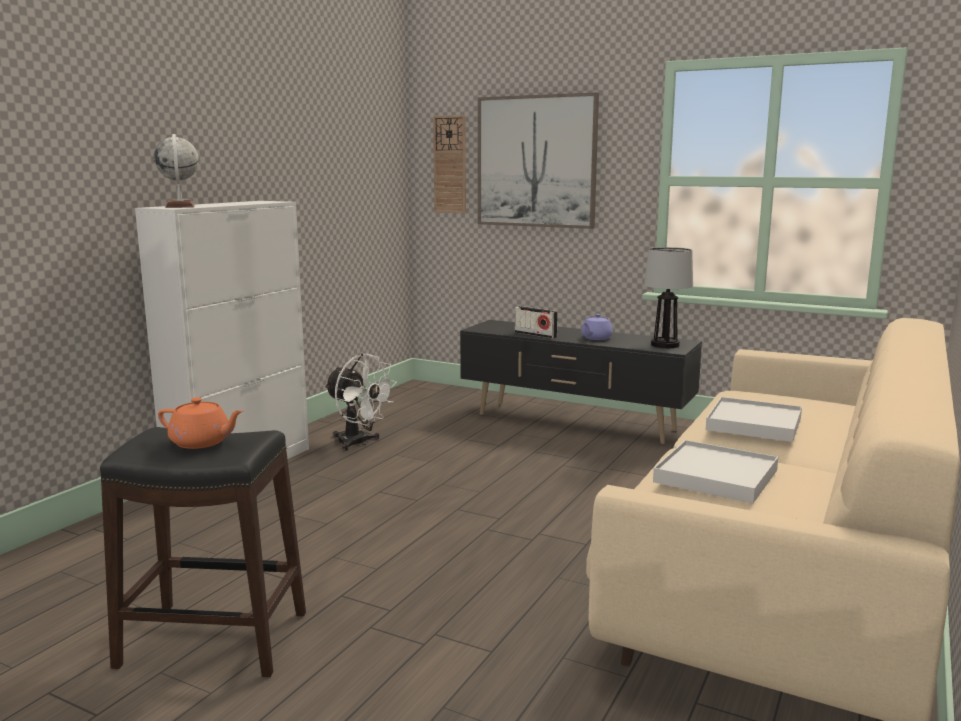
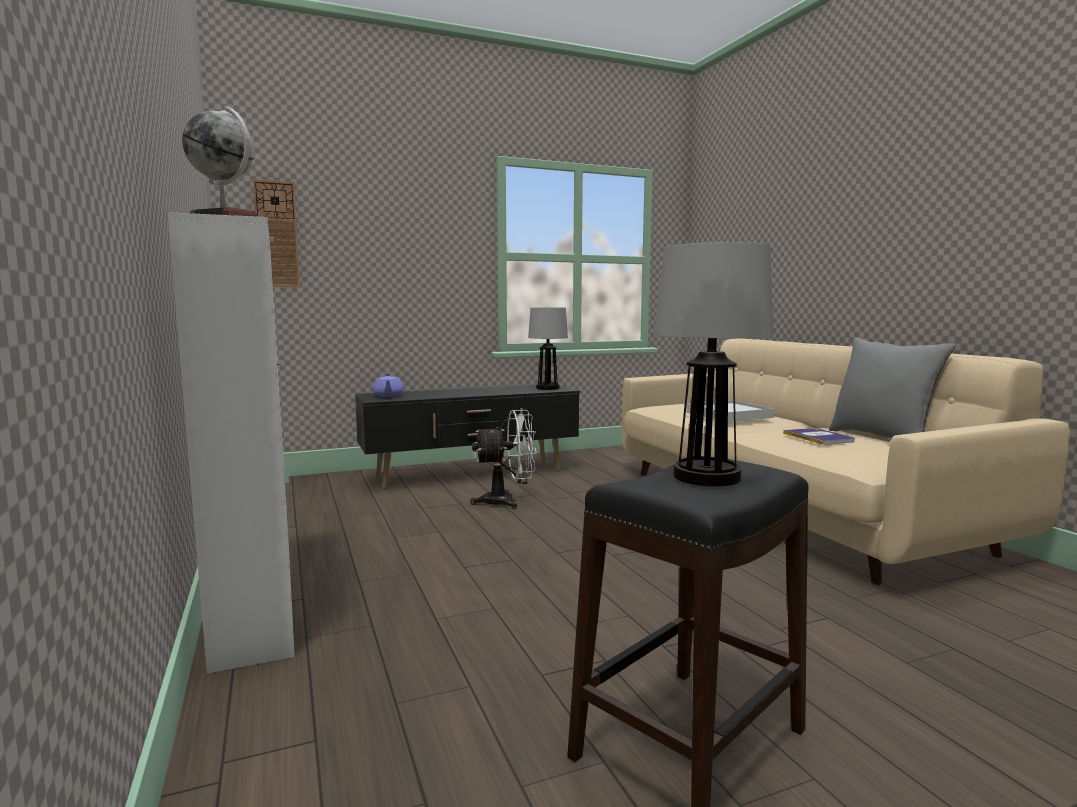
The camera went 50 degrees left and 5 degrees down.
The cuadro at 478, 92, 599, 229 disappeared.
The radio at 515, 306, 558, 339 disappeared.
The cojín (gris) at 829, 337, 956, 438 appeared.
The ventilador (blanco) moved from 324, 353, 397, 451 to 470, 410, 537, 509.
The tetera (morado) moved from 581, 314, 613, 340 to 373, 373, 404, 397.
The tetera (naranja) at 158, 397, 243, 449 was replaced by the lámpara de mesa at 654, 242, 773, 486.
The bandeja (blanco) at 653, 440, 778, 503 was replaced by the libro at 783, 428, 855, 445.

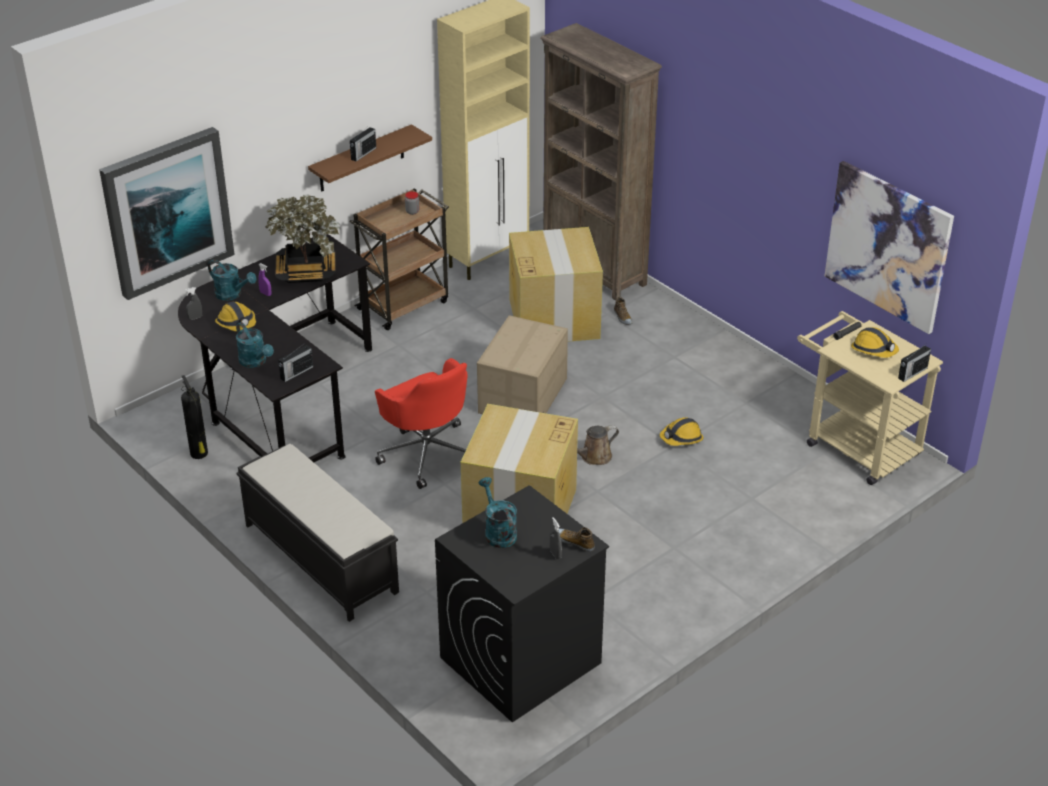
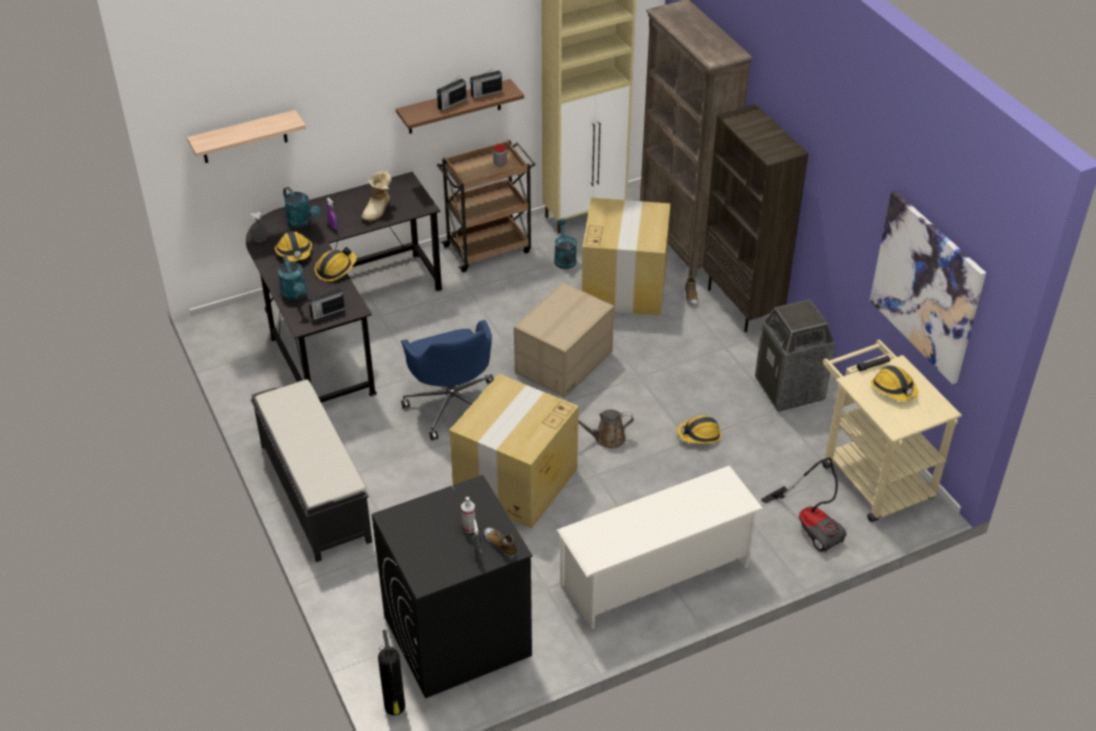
The camera went 15 degrees right and 5 degrees up.
The casco at 314, 247, 357, 281 appeared.
The pulverizador at 461, 497, 475, 533 appeared.
The zapatero (blanco) at 557, 465, 763, 629 appeared.
The estantería (marrón) at 703, 104, 808, 332 appeared.
The papelera at 755, 299, 835, 412 appeared.
The aspiradora at 761, 457, 846, 553 appeared.
The extintor moved from 181, 375, 208, 459 to 378, 630, 405, 715.
The regadera (turquesa) moved from 479, 477, 517, 548 to 554, 219, 577, 269.
The radio moved from 898, 346, 931, 382 to 470, 69, 502, 99.
The cuadro at 99, 127, 235, 300 was replaced by the estante at 187, 110, 306, 163.
The planta en maceta at 266, 194, 340, 283 was replaced by the bota at 362, 171, 392, 222.
The silla de oficina (rojo) at 375, 358, 468, 489 became the silla de oficina (azul) at 401, 320, 494, 440.

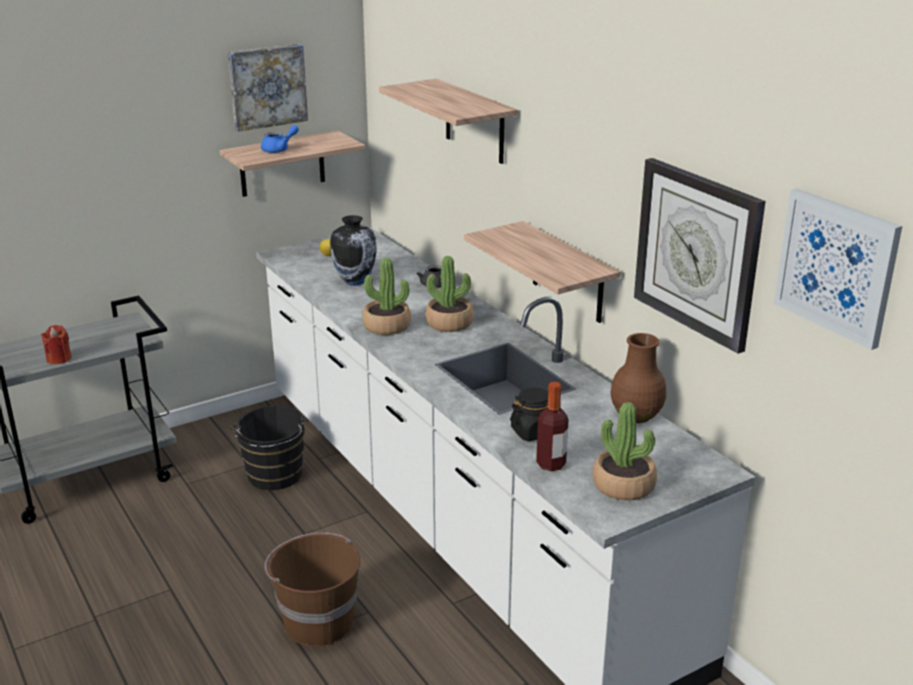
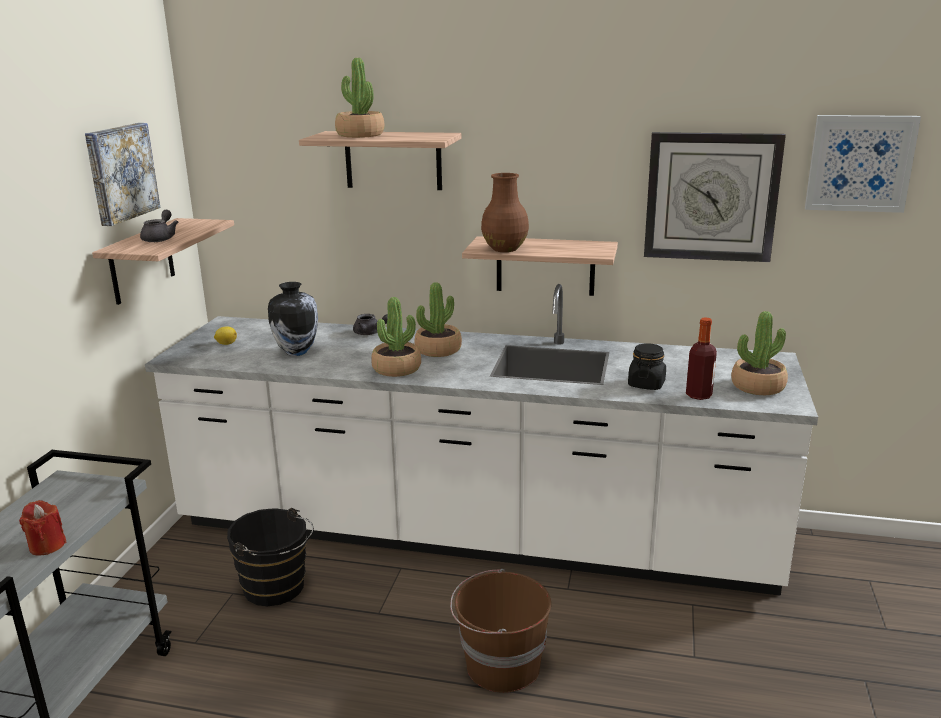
The camera went 45 degrees left and 5 degrees down.
The planta en maceta at 335, 58, 385, 138 appeared.
The florero (marrón) moved from 611, 333, 666, 423 to 481, 173, 529, 252.
The tetera (azul) at 261, 125, 299, 153 became the tetera (gris) at 140, 210, 178, 242.

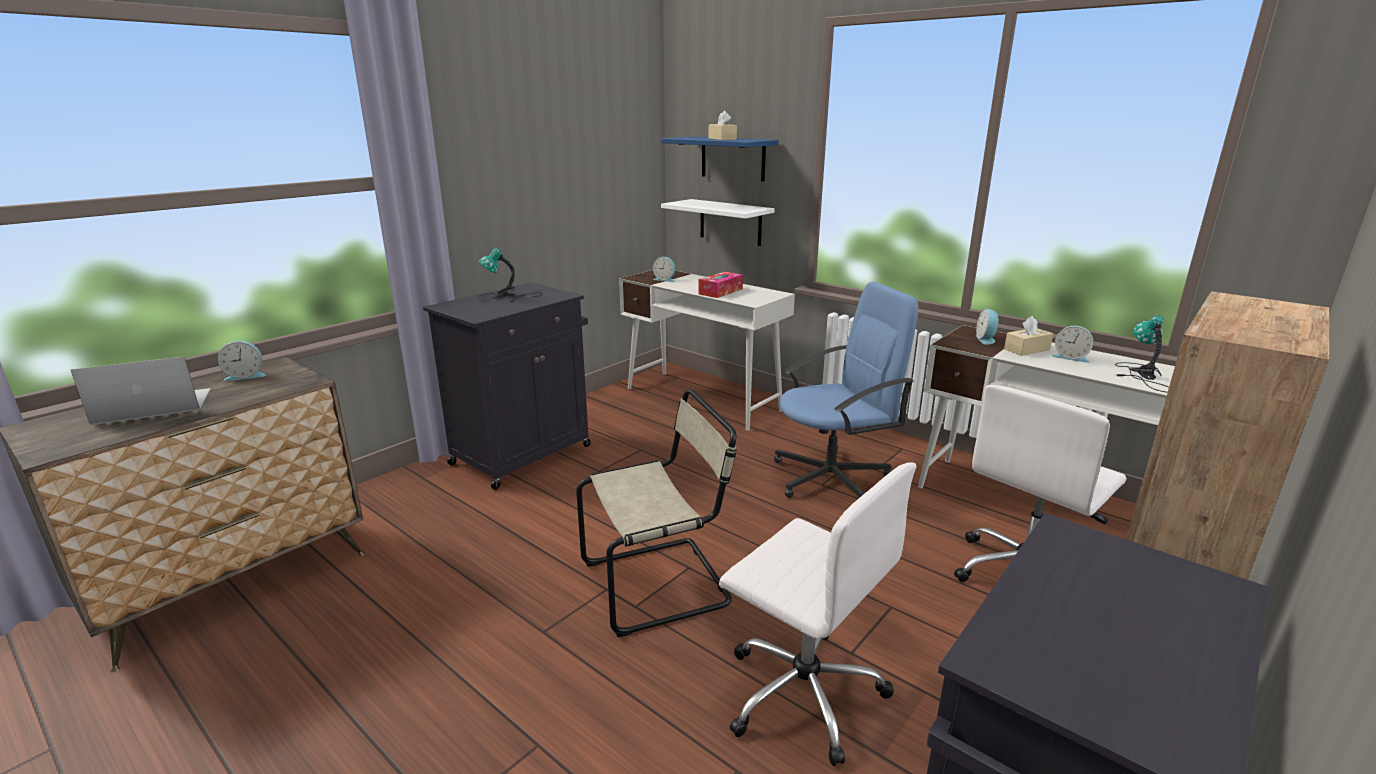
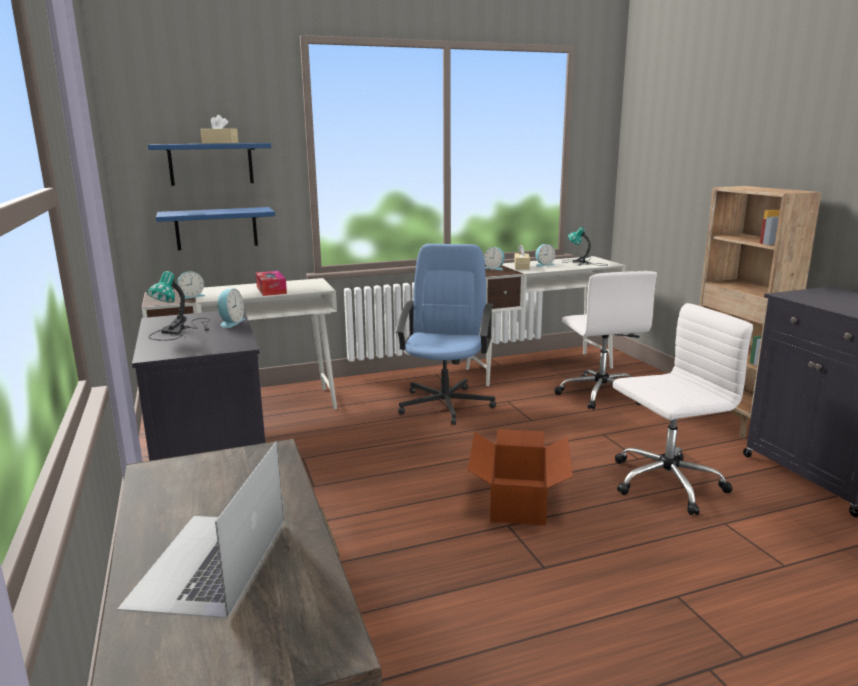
The camera went 60 degrees left and 5 degrees down.
The despertador moved from 218, 341, 266, 381 to 217, 288, 245, 328.
The silla (beis) at 576, 389, 737, 637 was replaced by the caja de cartón at 468, 429, 573, 525.
The estante (blanco) at 661, 199, 774, 246 became the estante (azul) at 156, 207, 275, 250.

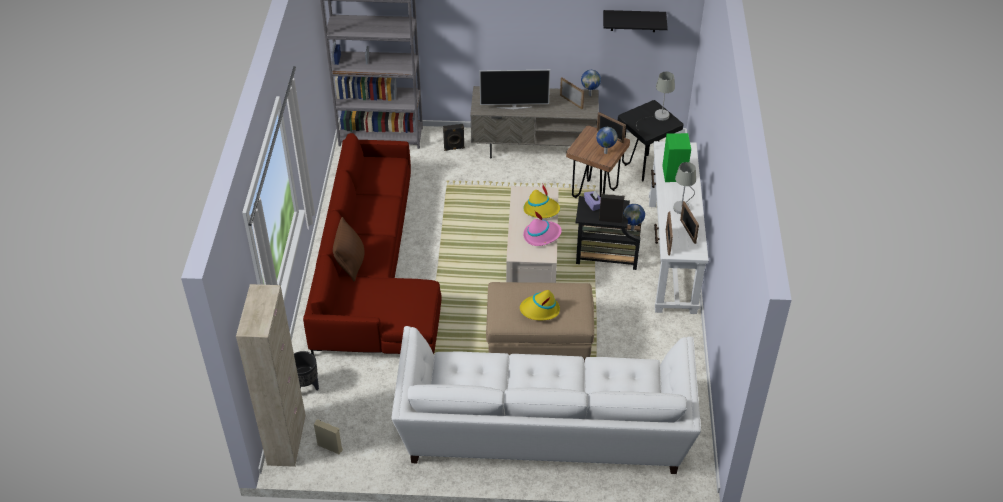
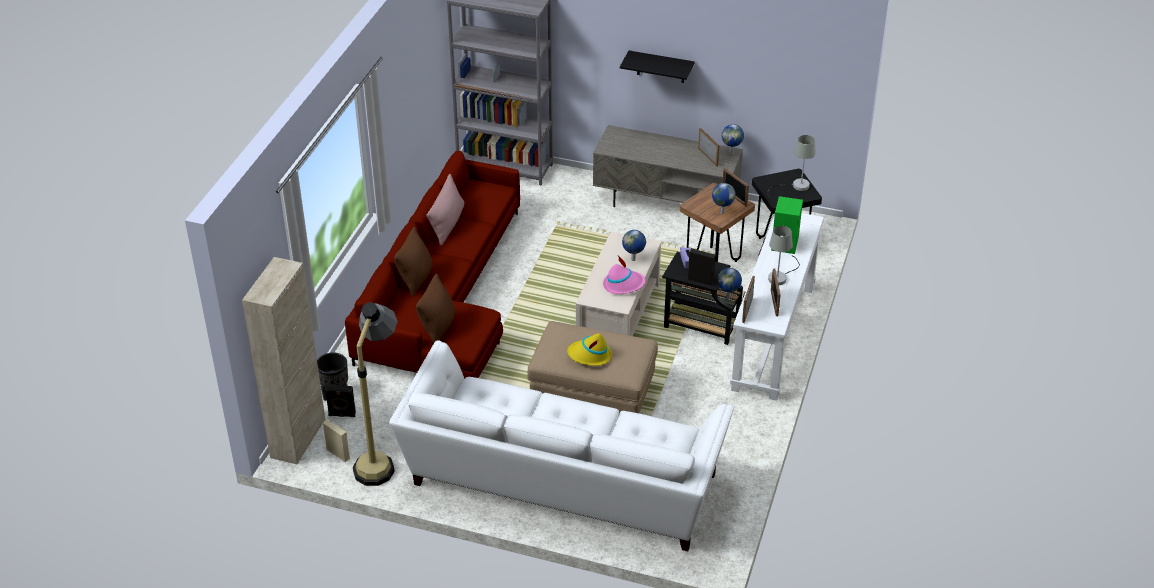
The camera went 15 degrees right and 5 degrees down.
The televisor at 480, 70, 550, 109 disappeared.
The lámpara de pie at 353, 302, 398, 486 appeared.
The cojín (marrón) at 416, 274, 456, 344 appeared.
The cojín (rosa) at 427, 174, 464, 246 appeared.
The altavoz (negro) moved from 443, 124, 465, 151 to 325, 385, 356, 417.
The estante (negro) moved from 603, 10, 668, 32 to 620, 51, 695, 83.
The sombrero (amarillo) at 523, 183, 560, 218 was replaced by the globo terráqueo at 622, 230, 646, 261.

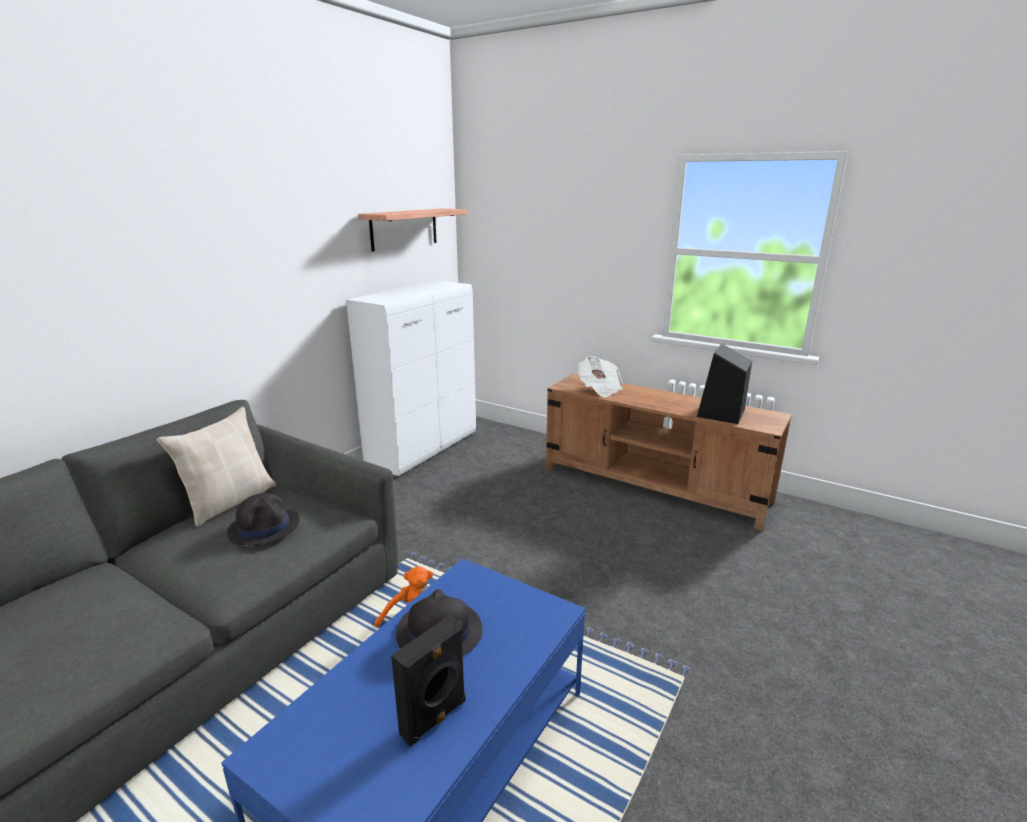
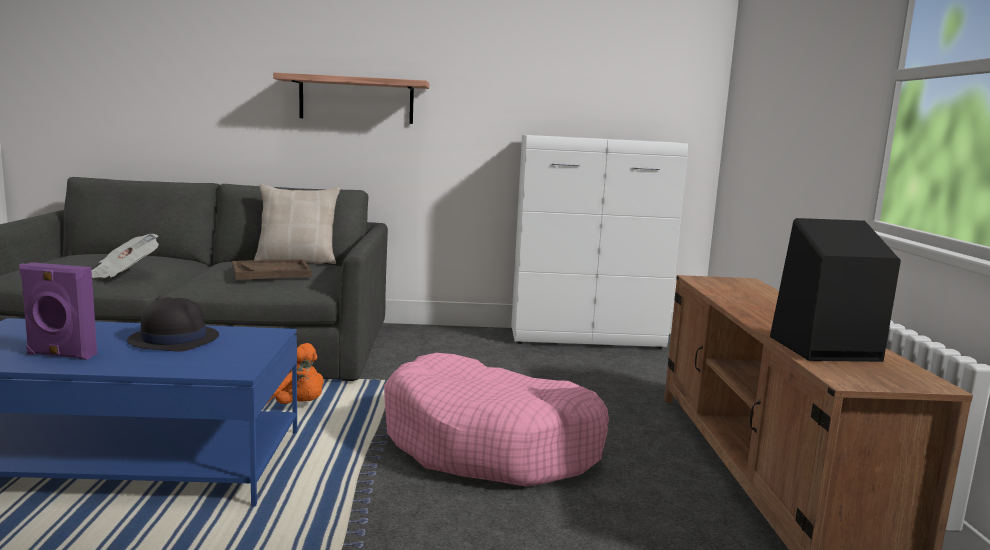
The camera went 55 degrees right and 10 degrees down.
The cama para perro (rosa) at 384, 353, 609, 486 appeared.
The estante moved from 358, 209, 467, 252 to 273, 72, 429, 124.
The periódico moved from 578, 356, 623, 397 to 92, 234, 159, 278.
The sombrero (negro) at 227, 493, 299, 545 was replaced by the bandeja (marrón) at 232, 259, 312, 280.
The altavoz (negro) at 391, 615, 466, 746 became the altavoz (morado) at 19, 262, 97, 360.

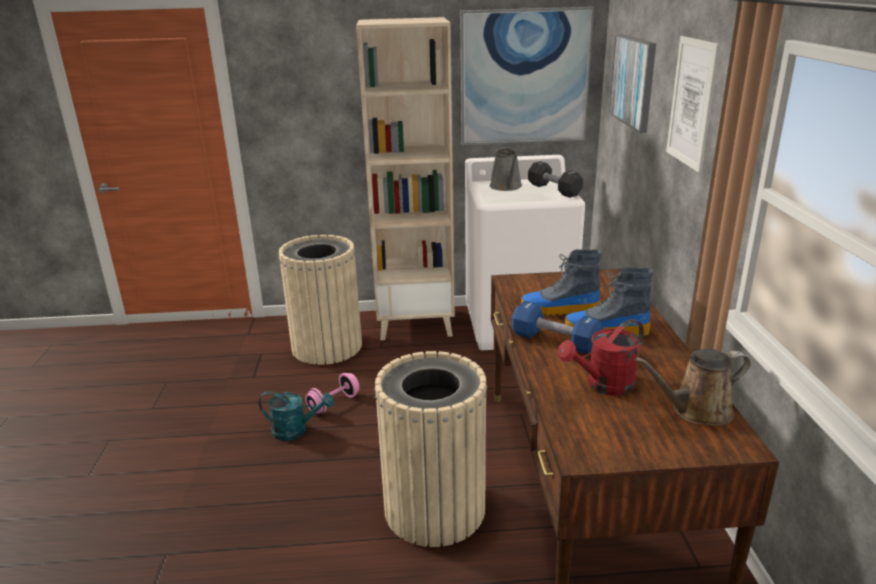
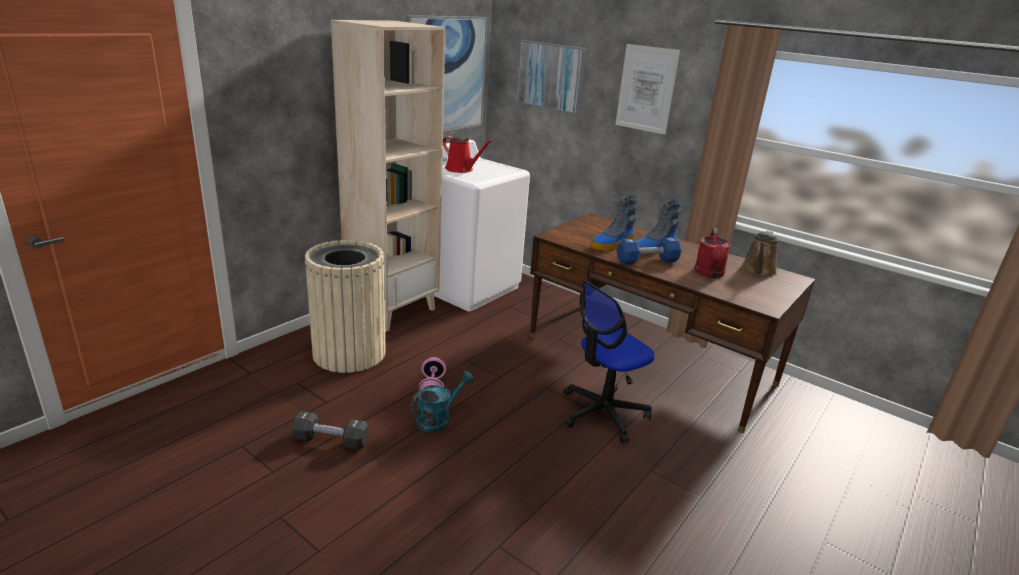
The camera went 50 degrees left and 0 degrees up.
The mancuerna (negro) moved from 528, 161, 583, 198 to 292, 411, 369, 450.
The papelera (beis) at 375, 351, 487, 547 was replaced by the silla de oficina at 564, 280, 654, 443.
The regadera (gris) at 490, 147, 522, 191 became the regadera (rojo) at 443, 136, 492, 173.

